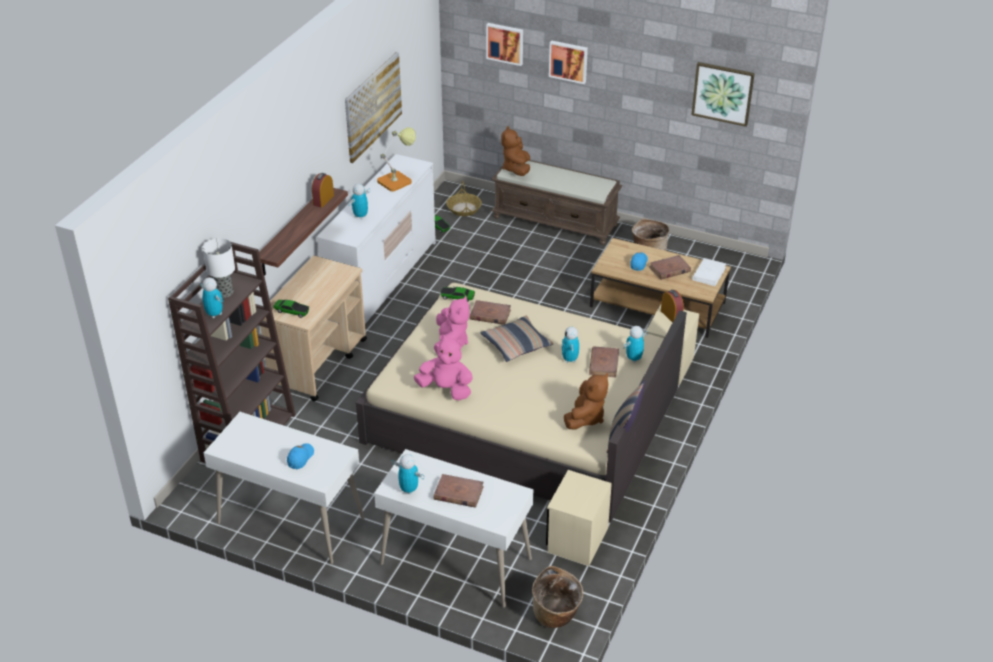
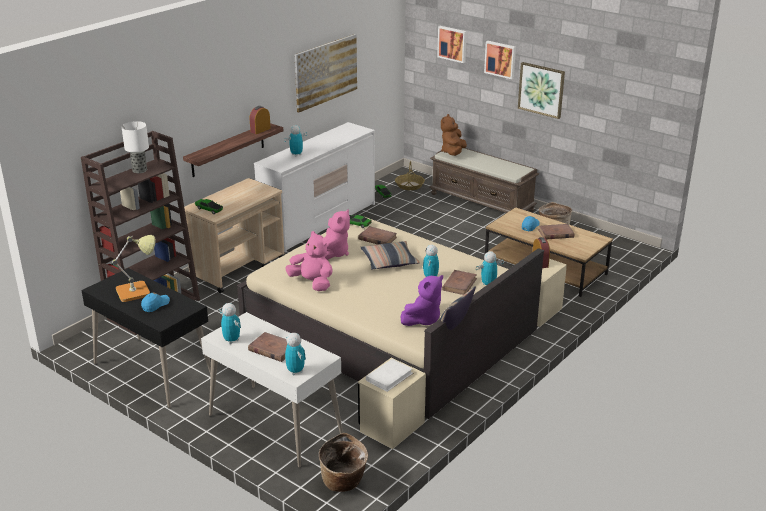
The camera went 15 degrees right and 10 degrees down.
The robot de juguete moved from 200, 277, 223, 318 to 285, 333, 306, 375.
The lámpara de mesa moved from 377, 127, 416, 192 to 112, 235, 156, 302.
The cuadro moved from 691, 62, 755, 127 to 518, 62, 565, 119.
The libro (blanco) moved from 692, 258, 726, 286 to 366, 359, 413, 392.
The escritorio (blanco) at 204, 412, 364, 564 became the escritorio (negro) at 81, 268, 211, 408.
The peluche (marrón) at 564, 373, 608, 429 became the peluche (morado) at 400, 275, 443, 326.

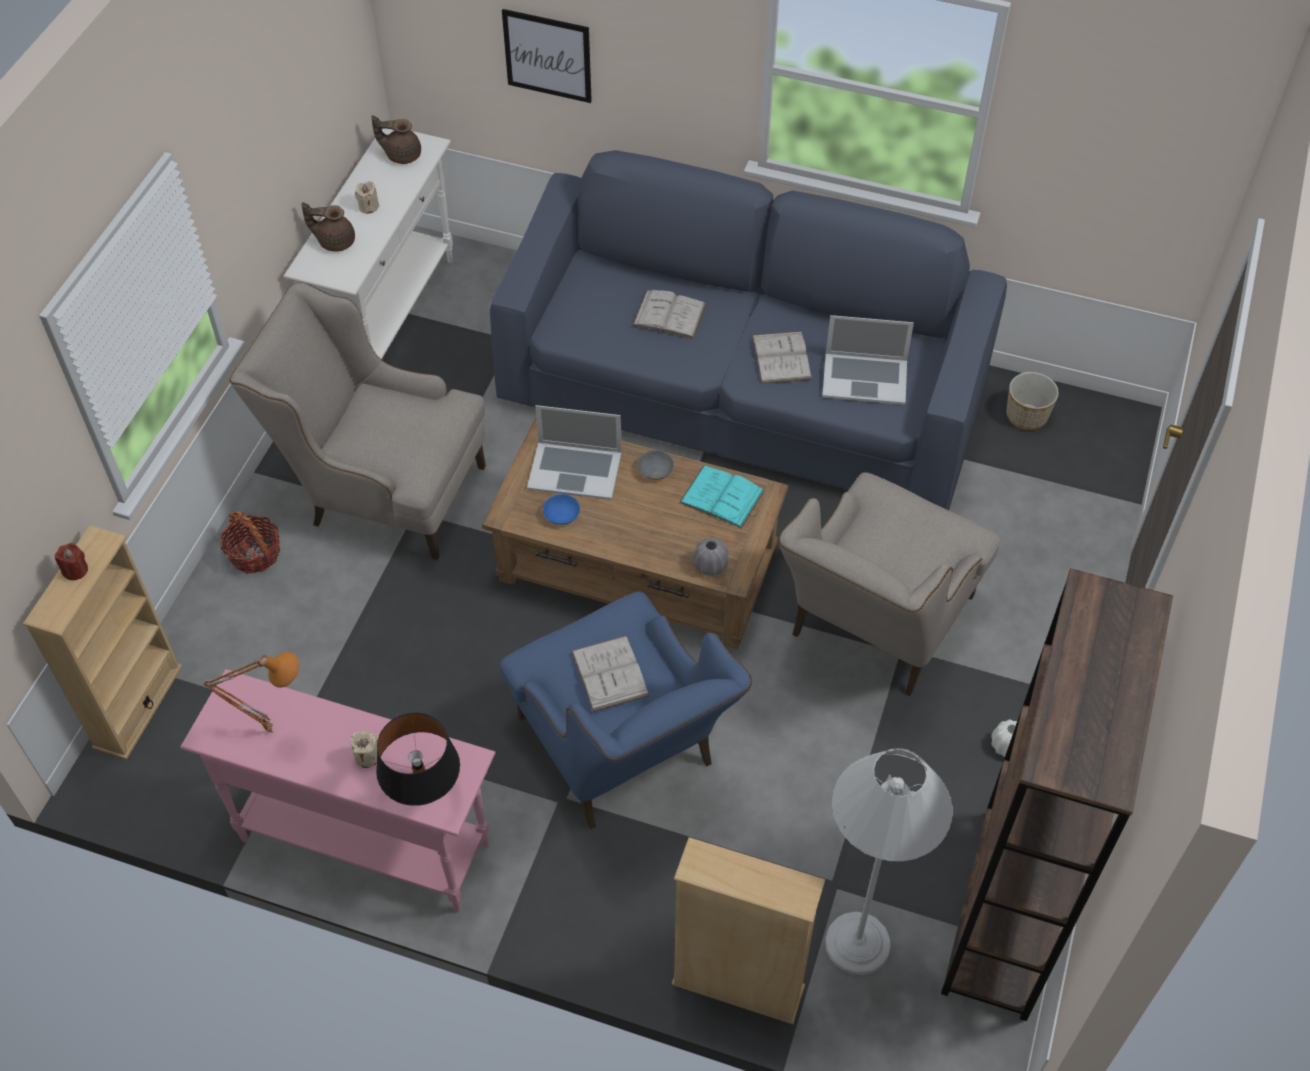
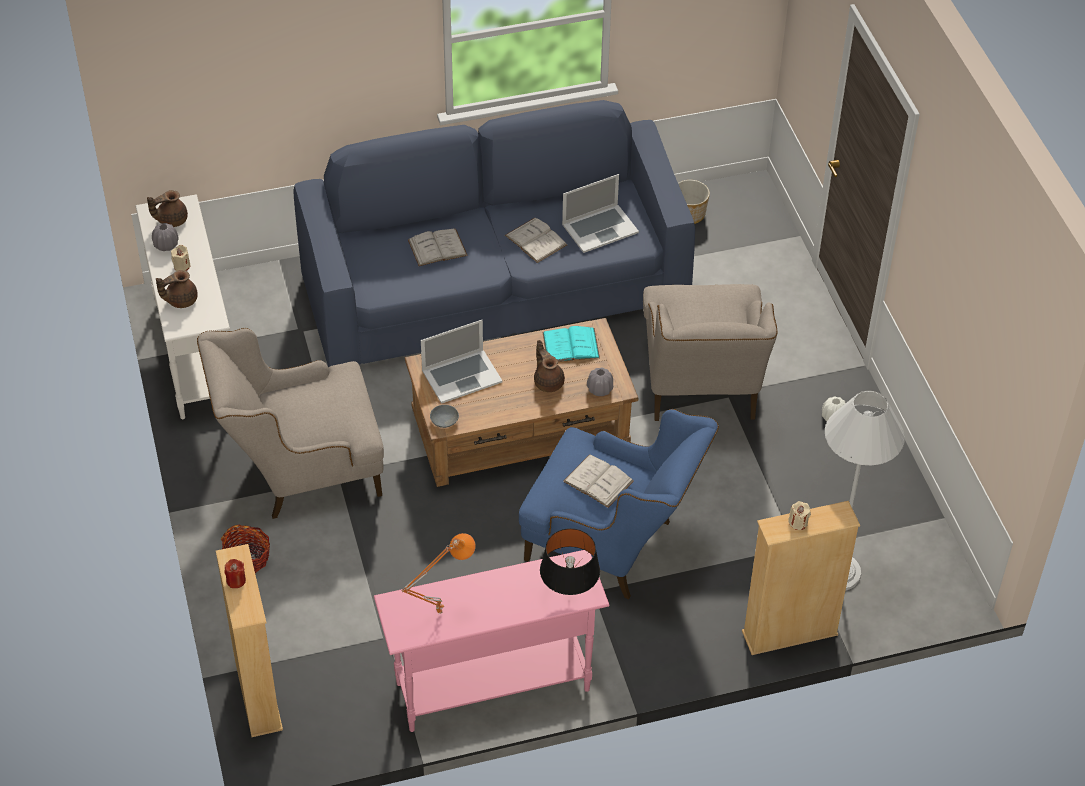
The camera went 35 degrees left and 5 degrees down.
The cuadro at 502, 9, 592, 103 disappeared.
The cuenco (azul) at 543, 494, 580, 525 disappeared.
The estantería (marrón) at 941, 568, 1173, 1021 disappeared.
The florero (gris) at 152, 223, 179, 251 appeared.
The tetera (marrón) at 534, 340, 565, 392 appeared.
The vela (beis) moved from 350, 731, 377, 768 to 788, 501, 811, 530.
The cuenco (gris) moved from 638, 450, 674, 480 to 430, 405, 459, 428.

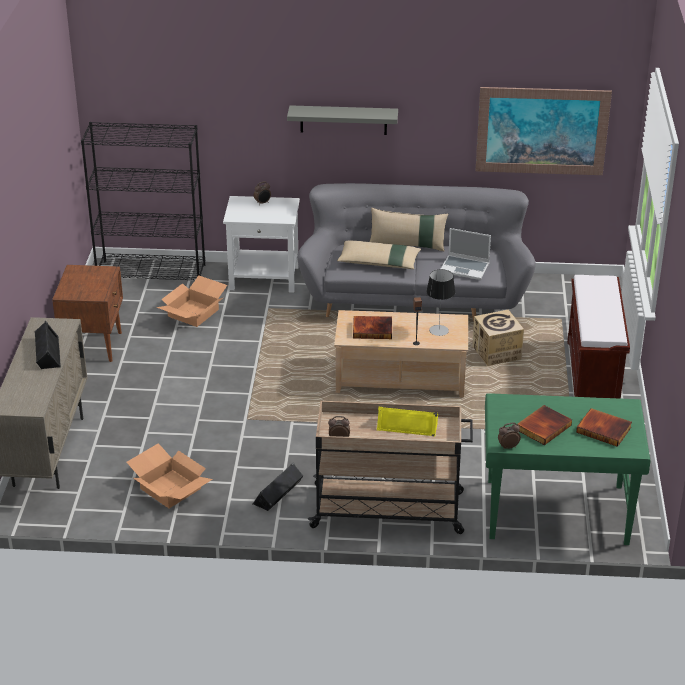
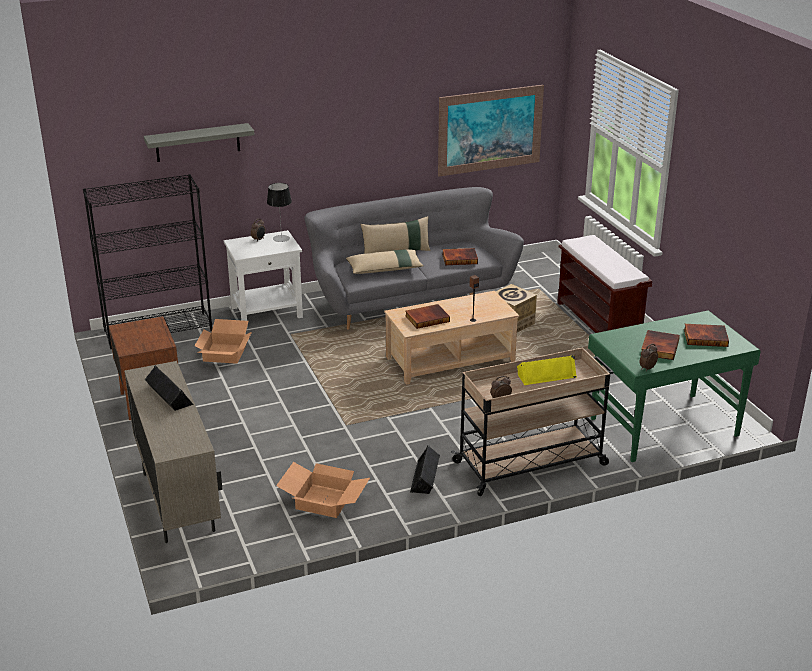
The camera went 25 degrees left and 5 degrees down.
The estante (gris) moved from 287, 105, 398, 135 to 144, 123, 254, 162.
The lámpara de mesa moved from 426, 269, 455, 336 to 267, 183, 292, 242.
The portátil at 441, 228, 491, 280 was replaced by the libro at 442, 248, 478, 265.

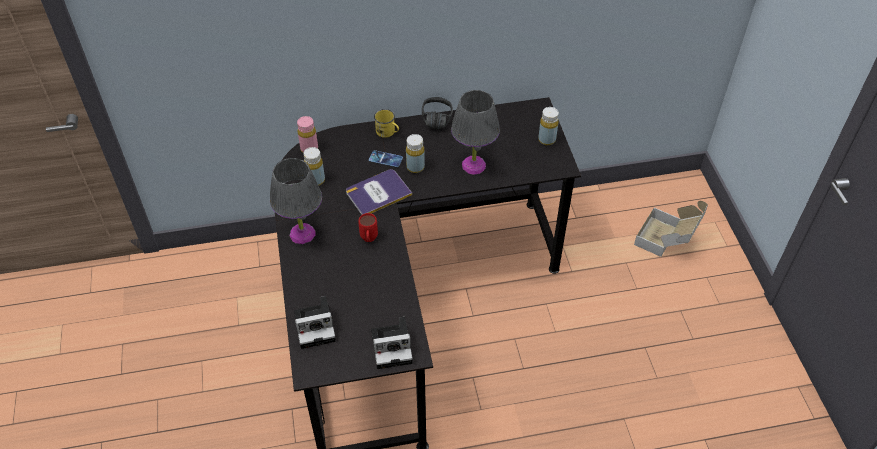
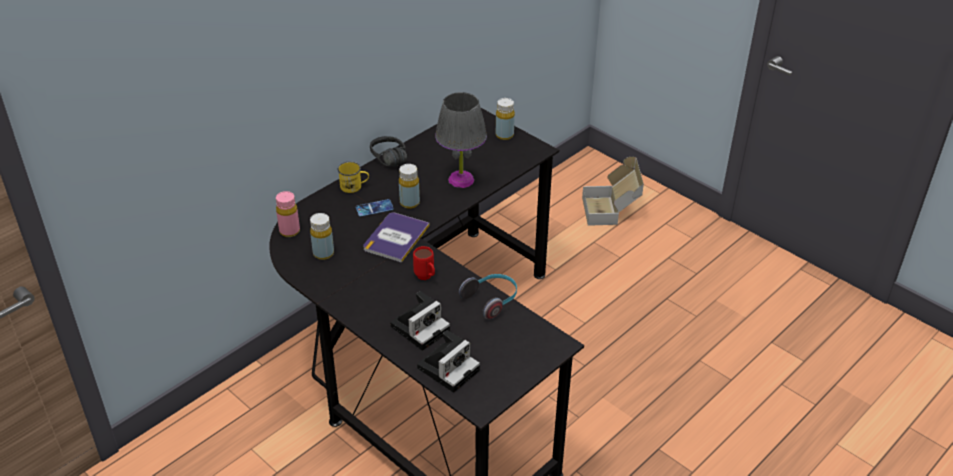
The camera went 35 degrees left and 10 degrees down.
The lámpara de mesa (gris) at 270, 158, 322, 244 disappeared.
The auriculares at 459, 274, 517, 319 appeared.
The cámara moved from 371, 317, 413, 369 to 390, 291, 450, 351.

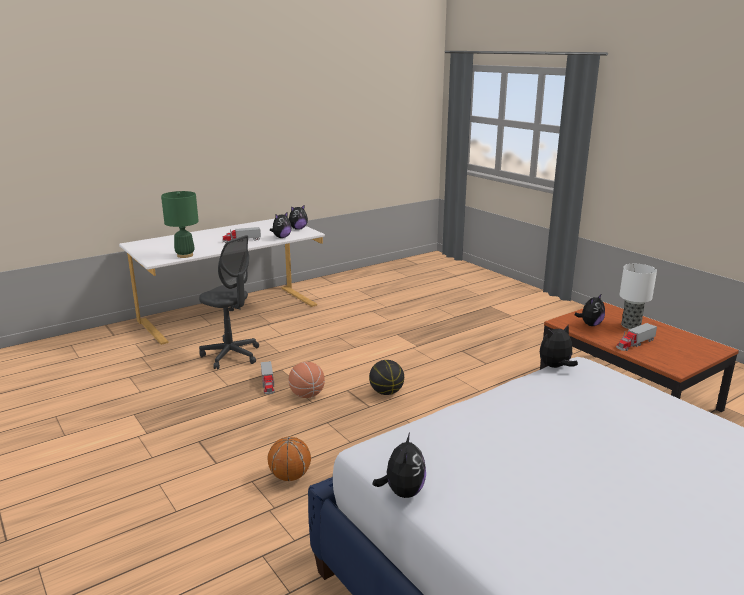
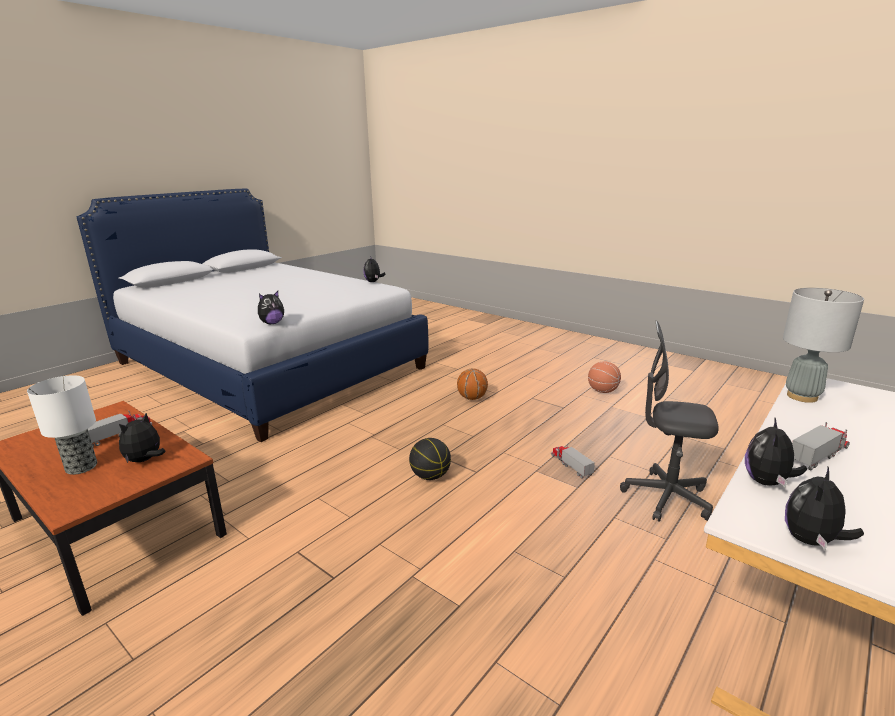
The camera went 165 degrees right and 0 degrees up.
The balón de baloncesto moved from 289, 362, 325, 398 to 588, 361, 621, 393.
The lámpara de mesa (verde) at 161, 191, 199, 258 became the lámpara de mesa (gris) at 783, 288, 864, 403.

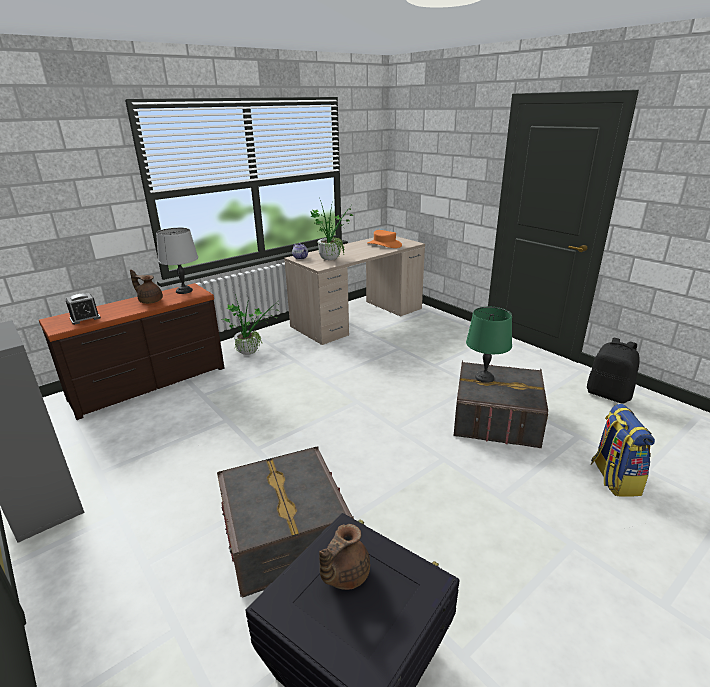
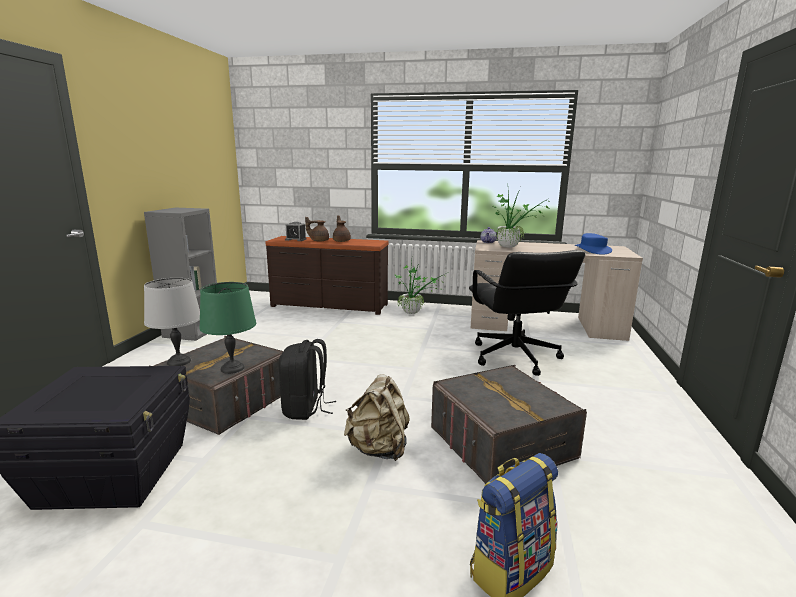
The camera went 50 degrees right and 10 degrees down.
The mochila (beis) at 344, 374, 410, 461 appeared.
The silla de oficina (negro) at 469, 250, 585, 376 appeared.
The lámpara de mesa (gris) moved from 156, 228, 198, 294 to 144, 278, 200, 366.
The tetera (marrón) moved from 319, 524, 370, 590 to 305, 216, 329, 242.
The lámpara de mesa (verde) moved from 466, 307, 512, 383 to 199, 282, 256, 374.
The mochila (negro) moved from 587, 338, 640, 404 to 279, 339, 336, 420.
The sombrero (naranja) at 367, 230, 402, 248 became the sombrero (azul) at 575, 233, 612, 254.

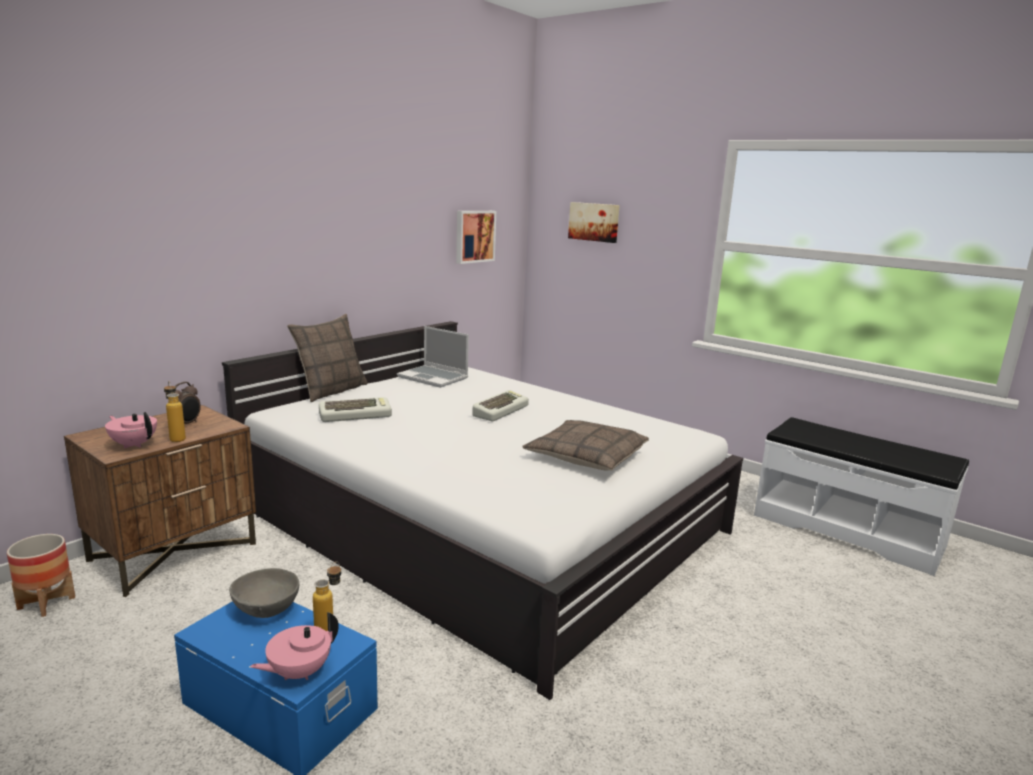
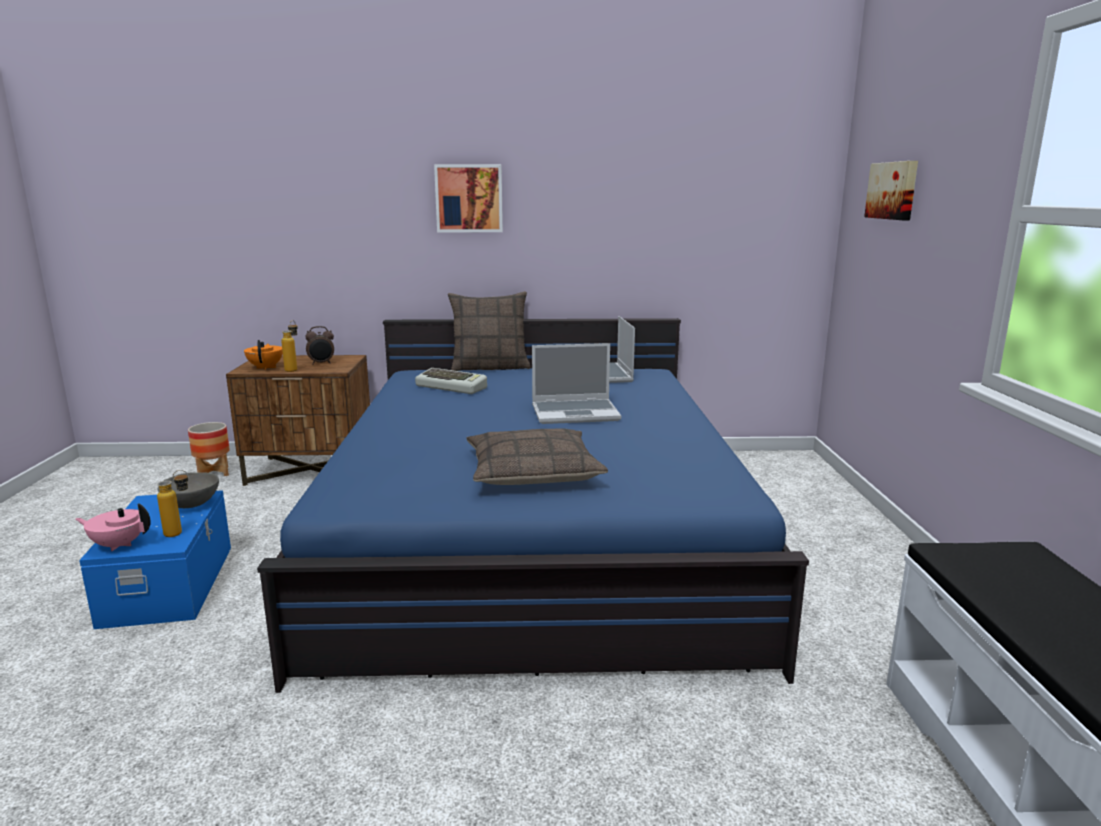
The camera went 50 degrees right and 0 degrees up.
The cuadro moved from 456, 211, 496, 264 to 434, 164, 503, 232.
The teclado at 472, 390, 529, 421 was replaced by the portátil at 532, 343, 621, 424.
The tetera (rosa) at 105, 412, 157, 449 became the tetera (naranja) at 244, 340, 283, 370.
The cama (blanco) at 222, 321, 743, 700 became the cama (azul) at 257, 318, 809, 693.

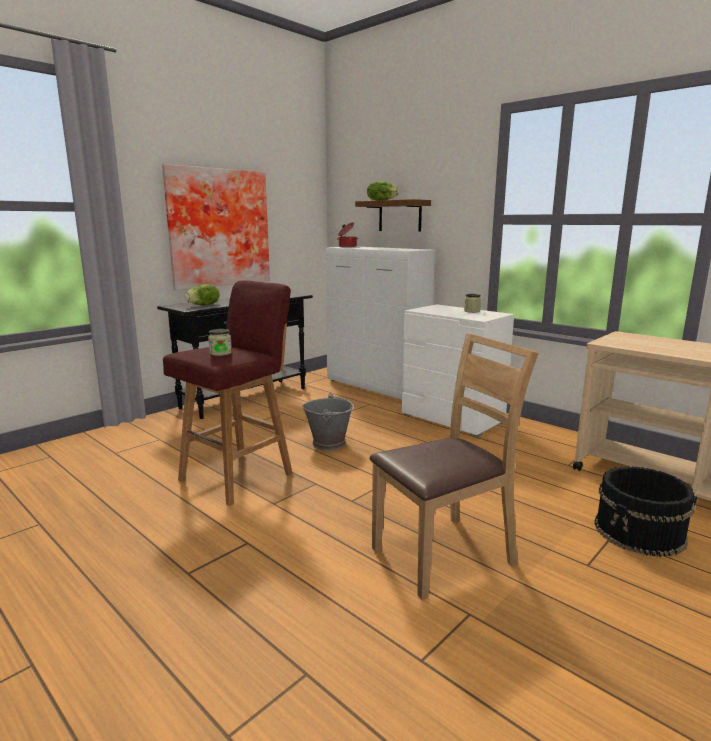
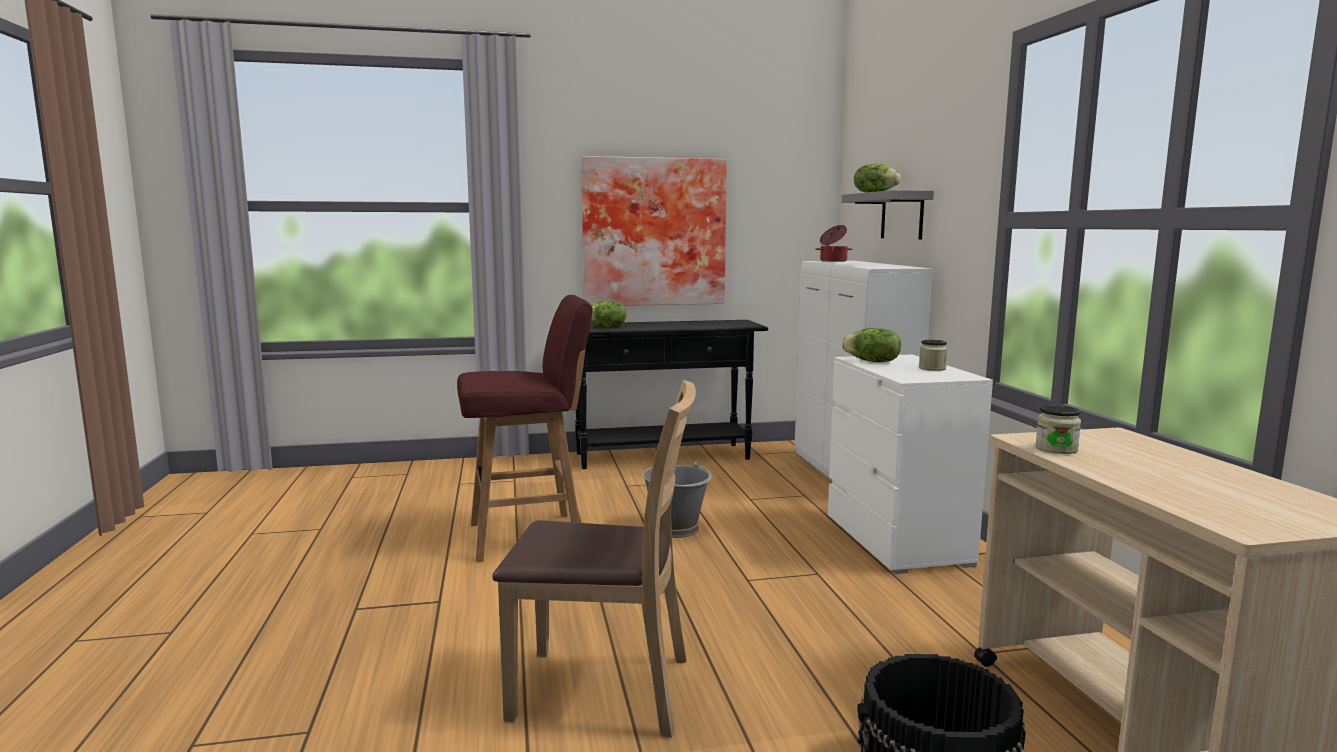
The camera went 35 degrees right and 5 degrees down.
The lechuga at 842, 328, 901, 362 appeared.
The tarro moved from 208, 329, 232, 356 to 1035, 405, 1081, 454.
The estante (marrón) at 355, 199, 431, 232 became the estante (gris) at 841, 190, 934, 240.

